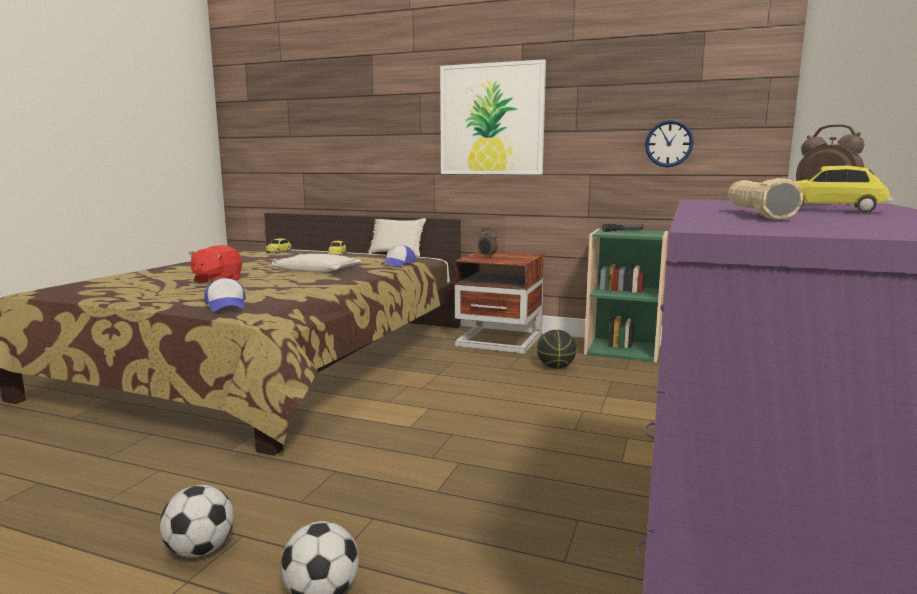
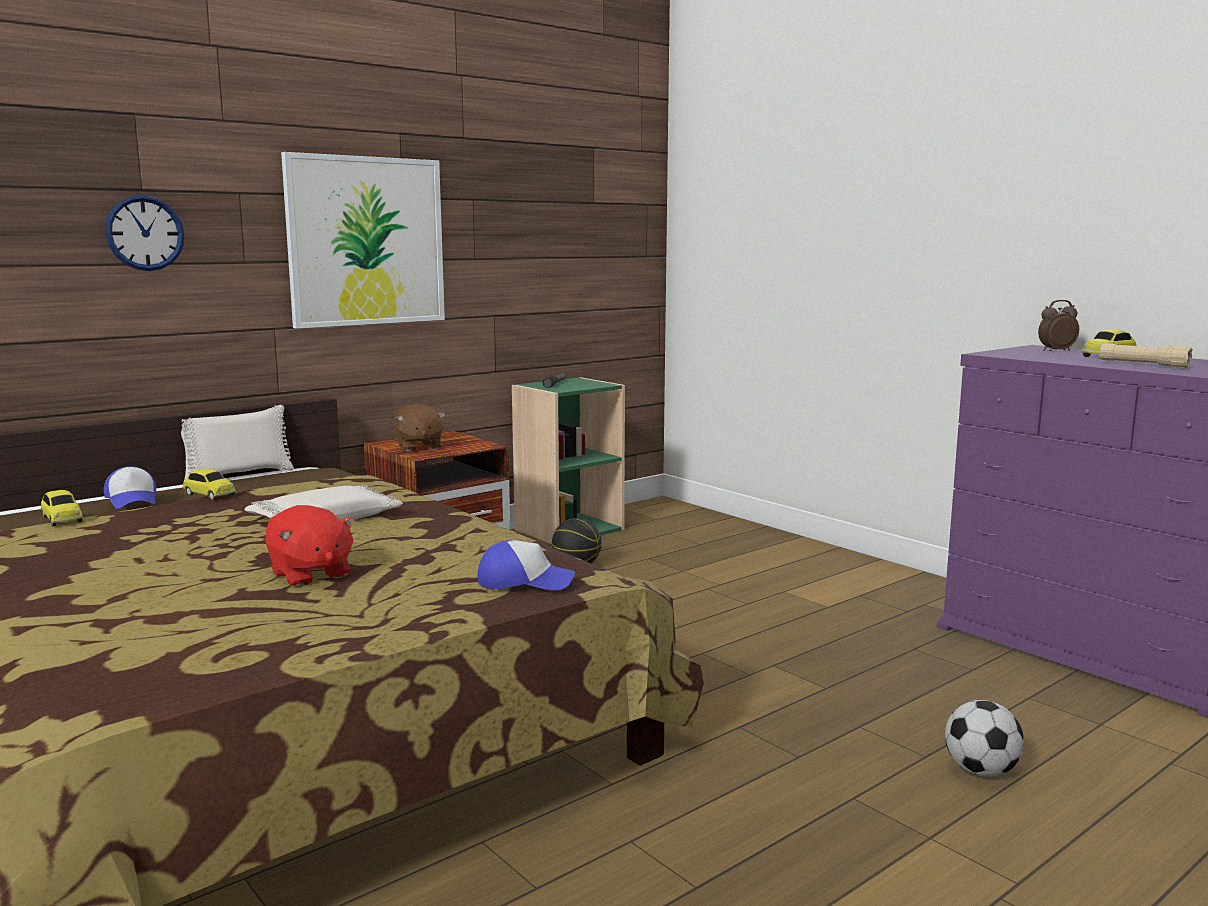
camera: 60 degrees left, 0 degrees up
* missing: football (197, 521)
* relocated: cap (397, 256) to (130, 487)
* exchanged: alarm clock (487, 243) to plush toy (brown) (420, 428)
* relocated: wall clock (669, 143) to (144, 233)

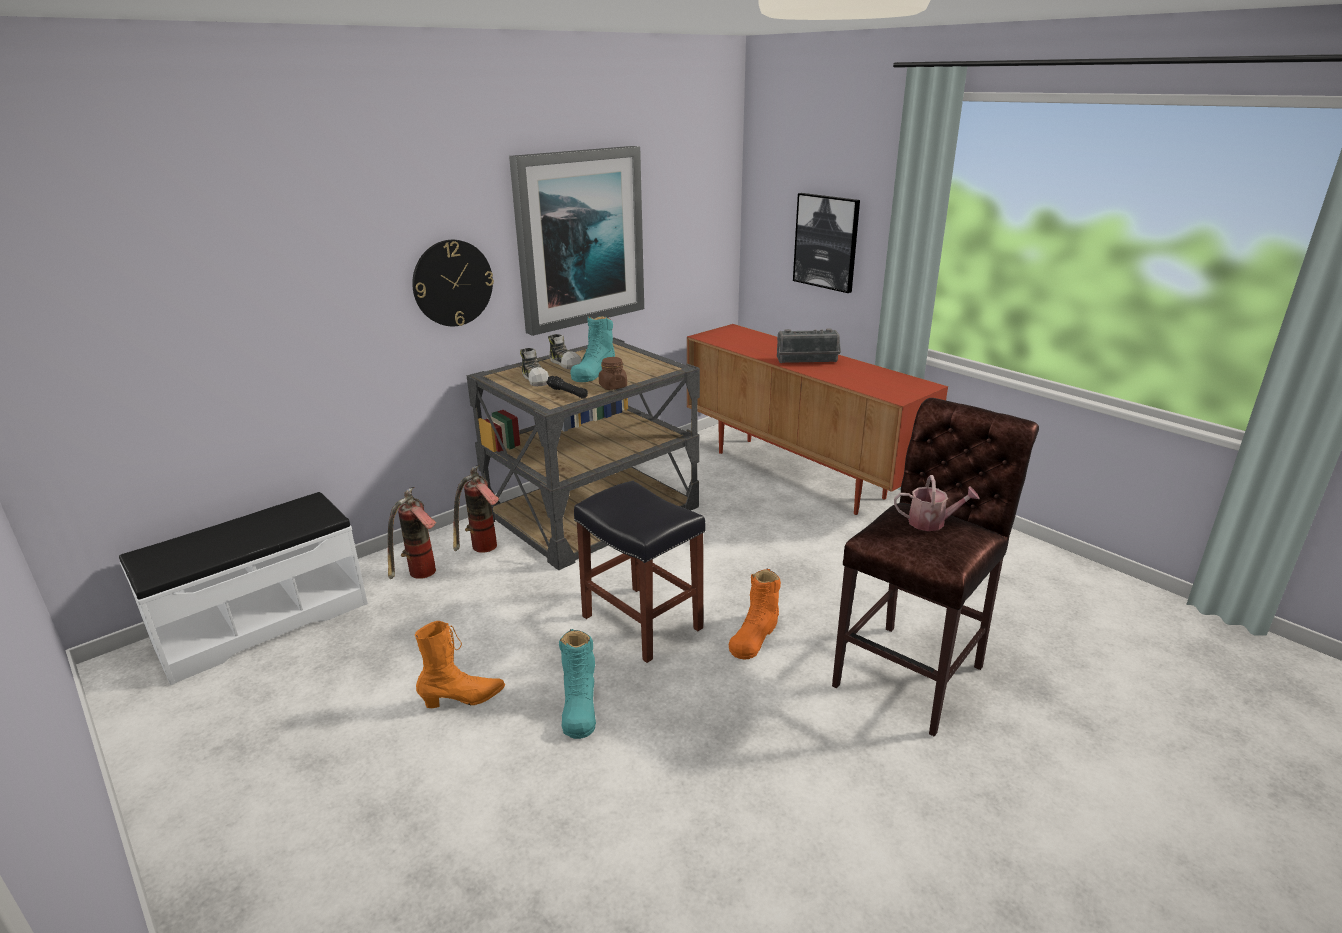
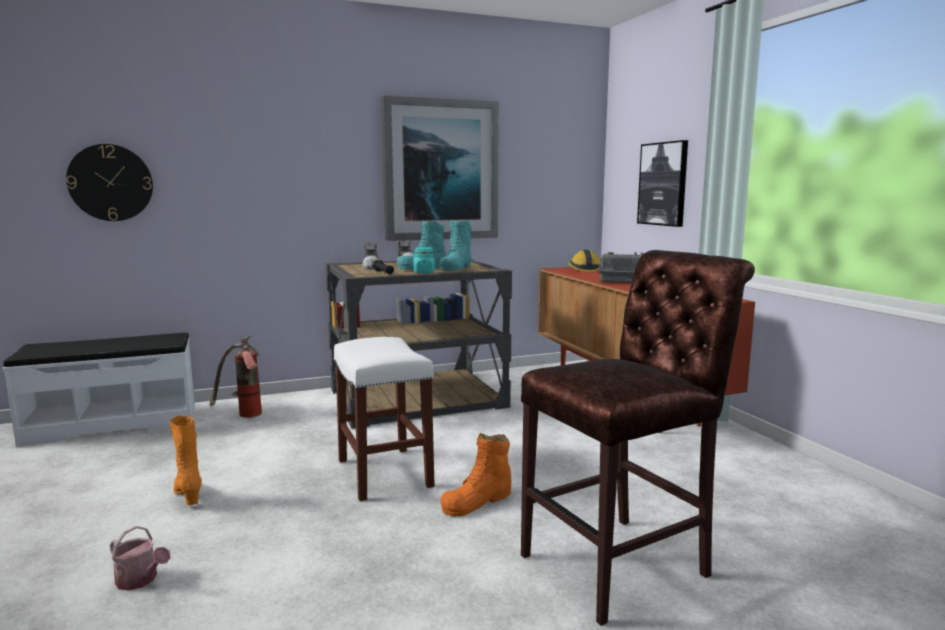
camera: 20 degrees right, 15 degrees down
* relocated: wall clock (453, 283) to (109, 182)
* spun: boot (orange) (460, 664) = (186, 460) 120 degrees counterclockwise
* missing: fire extinguisher (476, 509)
* relocated: boot (turquoise) (577, 684) to (455, 245)
* colour: stool (black) (639, 572) to stool (white) (384, 419)
* colour: jar (brown) (613, 373) to jar (turquoise) (424, 260)
* relocated: watering can (937, 503) to (140, 558)
* appeared: hard hat (584, 261)

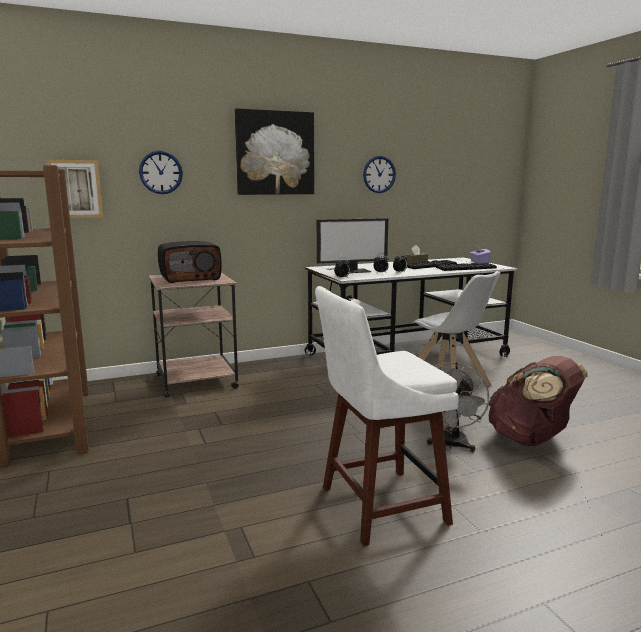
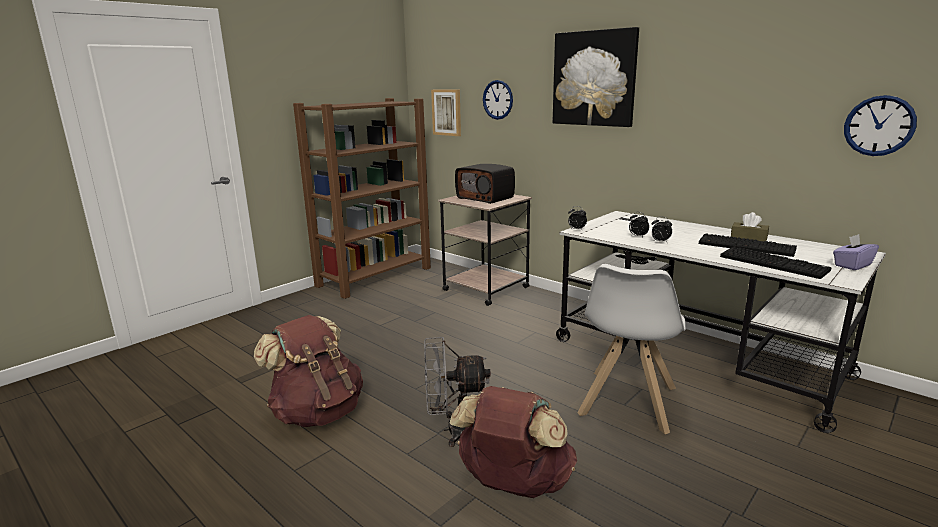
camera: 65 degrees right, 5 degrees up
* exchanged: chair (white) (386, 416) to backpack (brown) (308, 371)
* missing: monitor (352, 245)
* relocated: wall clock (379, 174) to (880, 125)

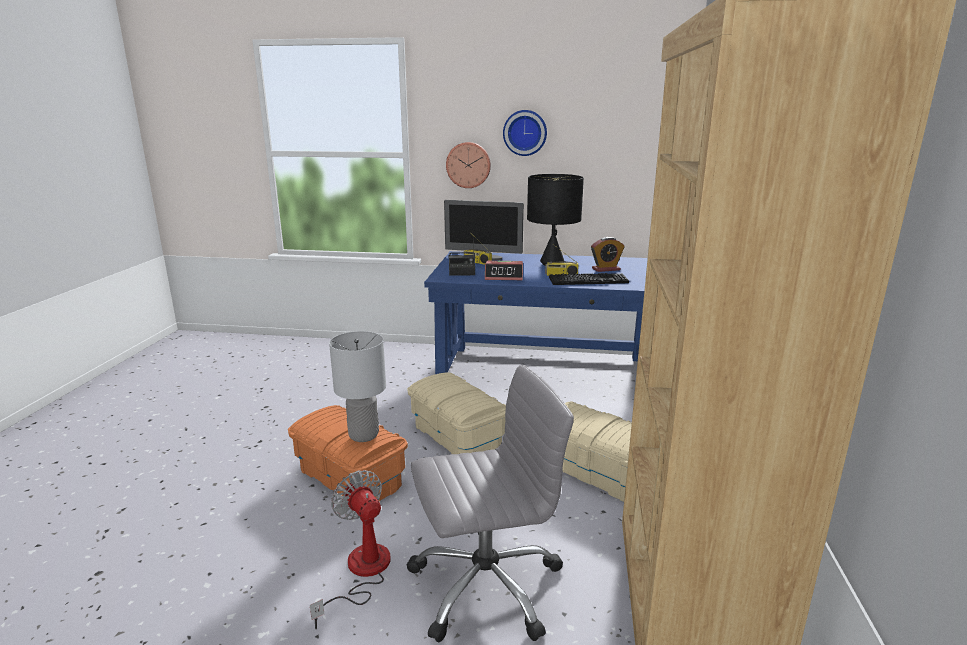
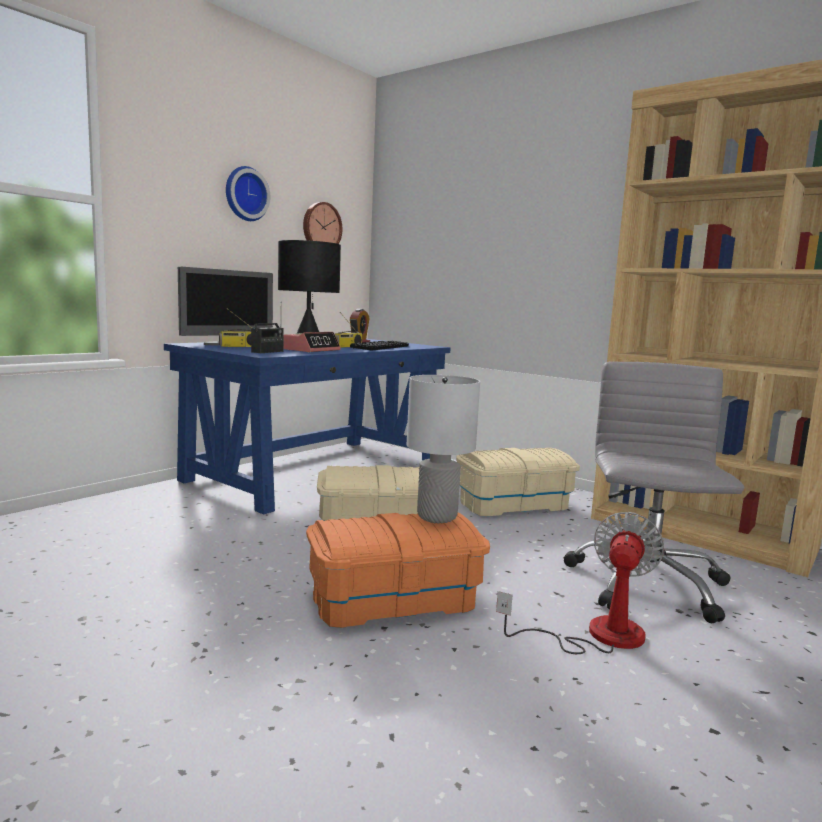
camera: 60 degrees left, 10 degrees down
* spun: fan (350, 549) = (580, 583) 120 degrees clockwise
* relocated: wall clock (468, 165) to (322, 223)

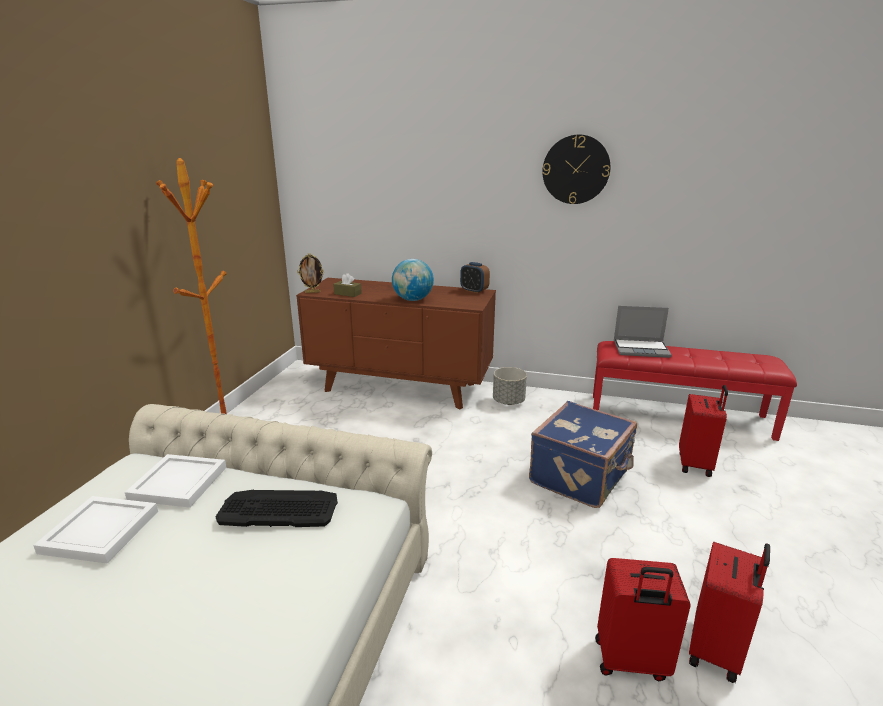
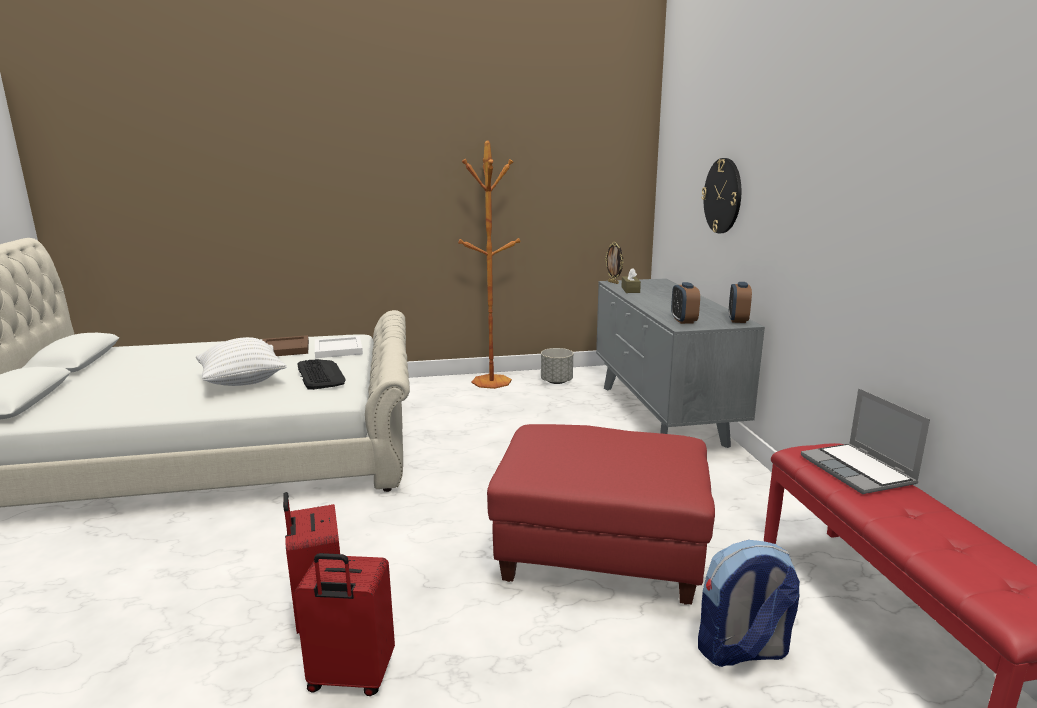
camera: 65 degrees right, 5 degrees down
* colour: tray (white) (95, 529) to tray (brown) (285, 345)
* colour: dresser (brown) (396, 343) to dresser (grey) (680, 363)
* missing: globe (413, 280)
* relocated: planter (grey) (510, 386) to (557, 366)
* exchanged: suitcase (blue) (583, 454) to ottoman (red) (601, 514)
* relocated: wall clock (576, 169) to (721, 195)
* exchanged: suitcase (red) (703, 431) to backpack (749, 603)
* appeared: pillow (white) (241, 361)
* appeared: alarm clock (685, 303)

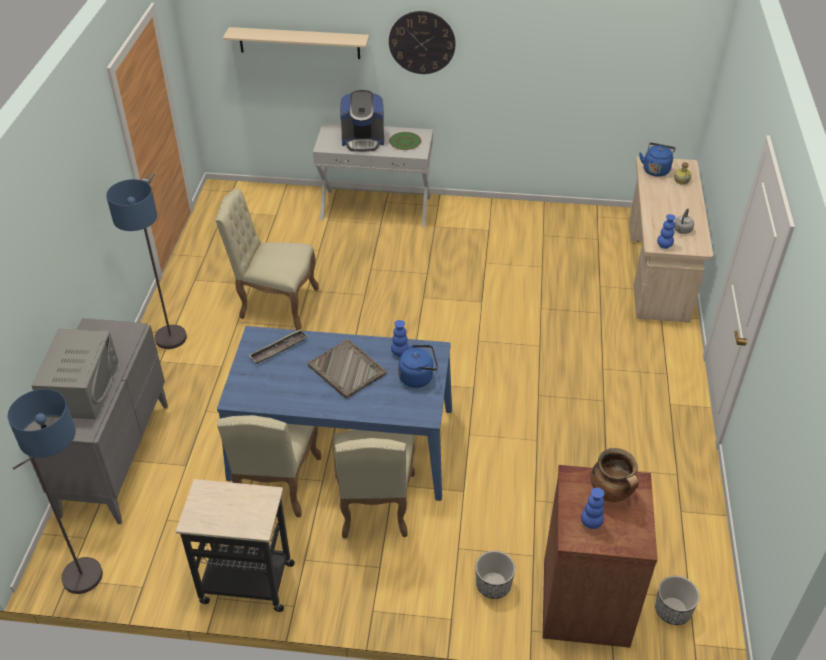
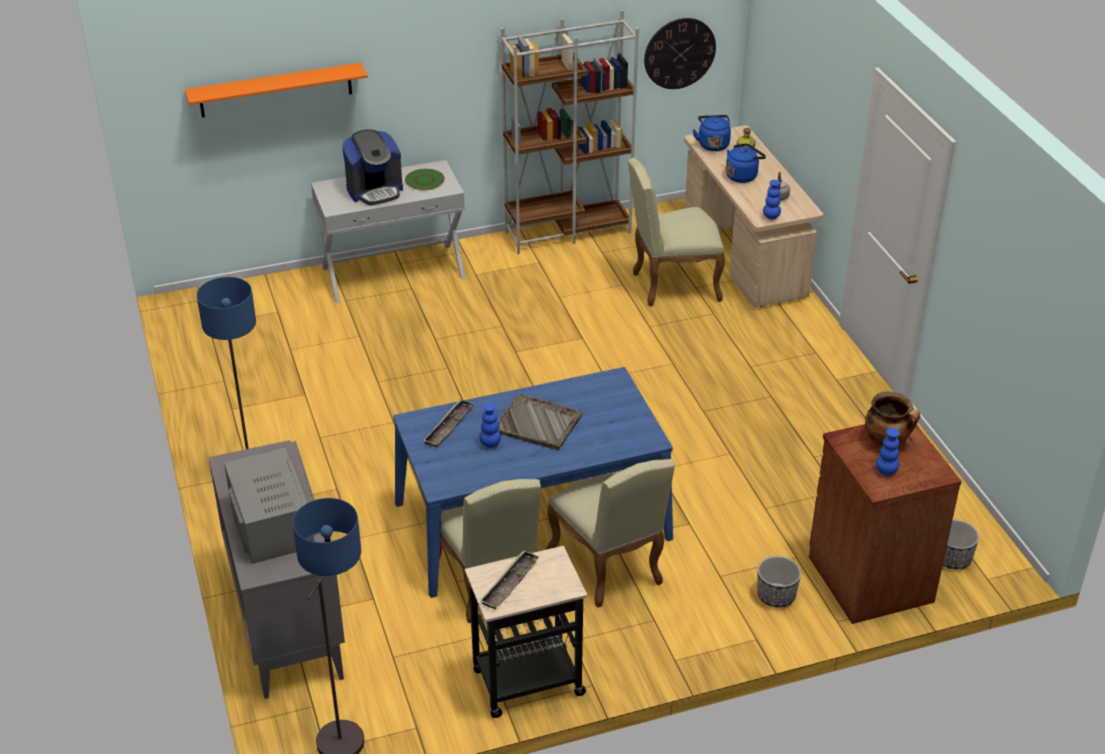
camera: 25 degrees left, 5 degrees down
* relocated: chair (beige) (267, 259) to (676, 232)
* colour: shelf (beige) (296, 43) to shelf (orange) (276, 90)
* relocated: wall clock (422, 42) to (680, 53)
* relocated: vase (blue) (400, 338) to (490, 425)
* relocated: kettle (blue) (418, 366) to (746, 163)
* appeared: tray (510, 579)
* appeared: bookcase (brown) (570, 132)

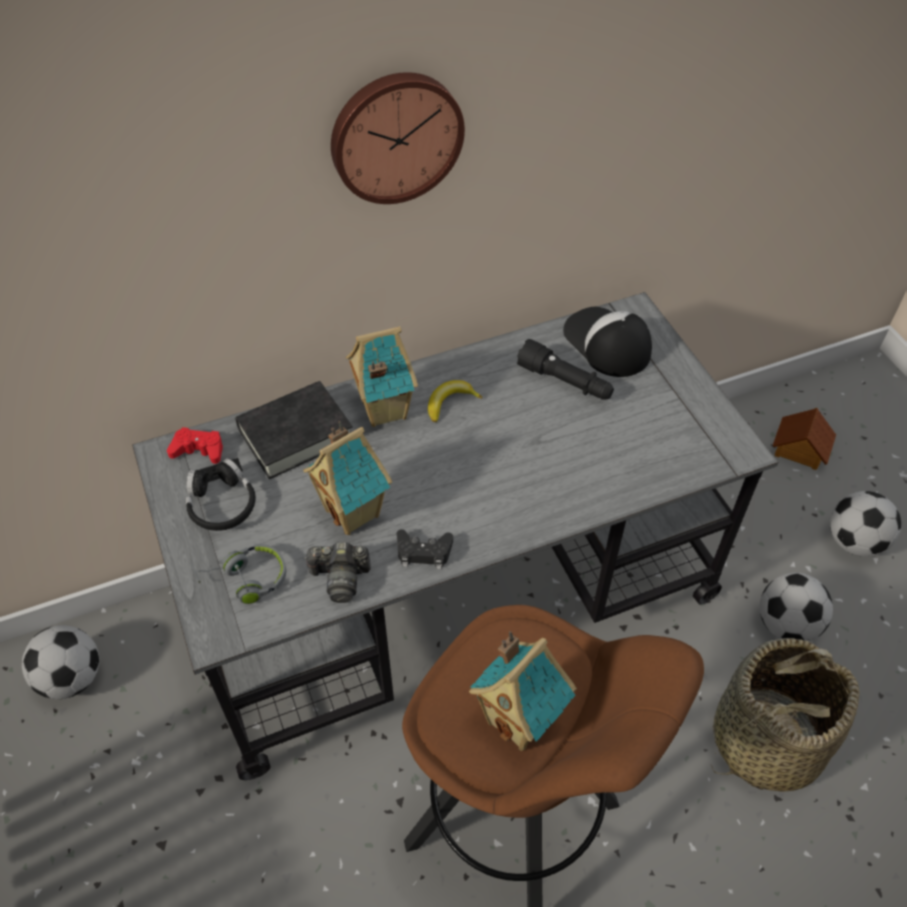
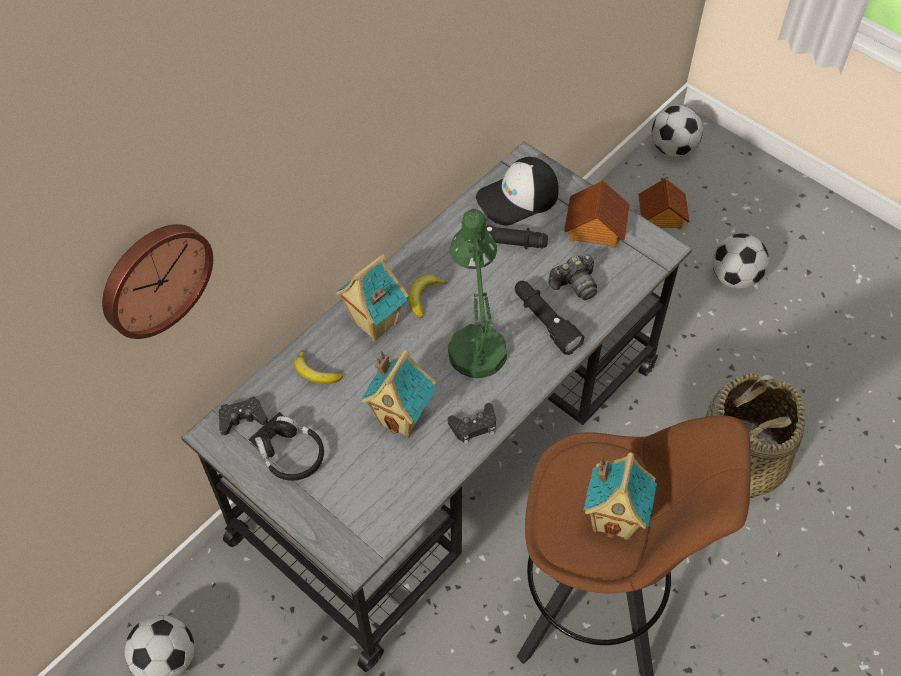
camera: 25 degrees left, 5 degrees up
* colour: game controller (red) (195, 445) to game controller (black) (243, 416)
* missing: headphones (grey) (238, 574)
* exchanged: book (black) (294, 430) to banana (318, 367)
* relocated: photo camera (337, 572) to (572, 277)
* relocated: wall clock (398, 138) to (157, 281)
* spun: cap (607, 342) = (517, 191) 60 degrees counterclockwise
* relocated: football (796, 607) to (677, 131)
* appeared: table lamp (green) (477, 293)
* appeared: flashlight (black) (550, 318)
* appeared: toy house (597, 214)

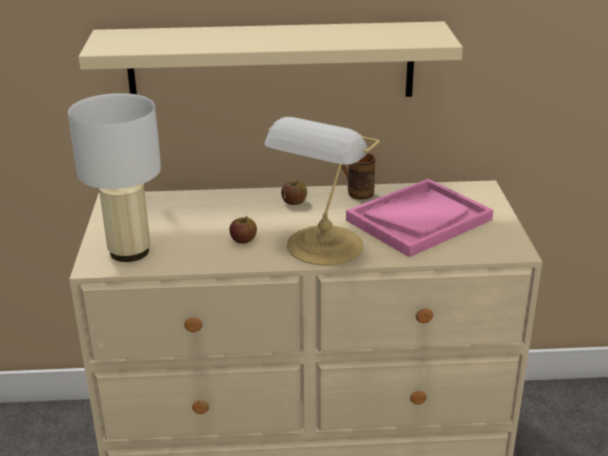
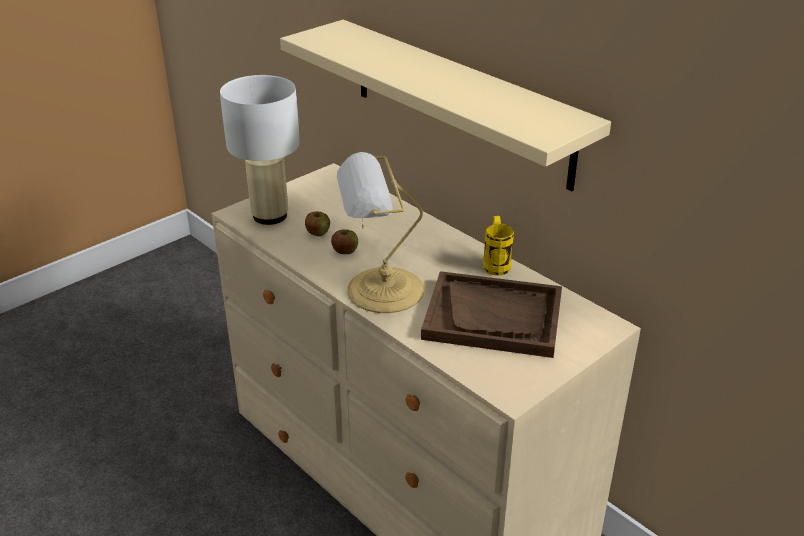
camera: 50 degrees right, 5 degrees up
* relocated: apple (294, 193) to (317, 223)
* colour: mug (brown) (358, 176) to mug (yellow) (498, 246)
* colour: tray (pink) (419, 218) to tray (brown) (491, 314)

